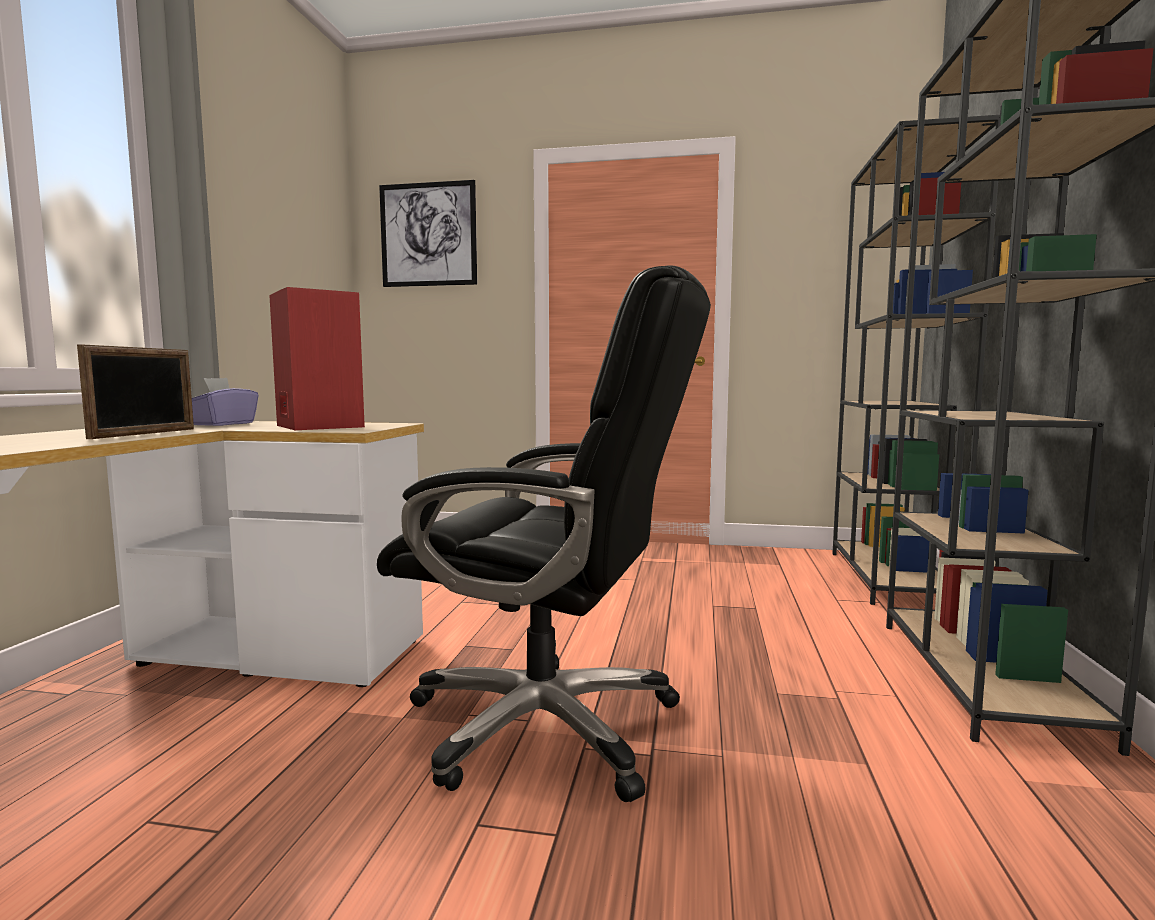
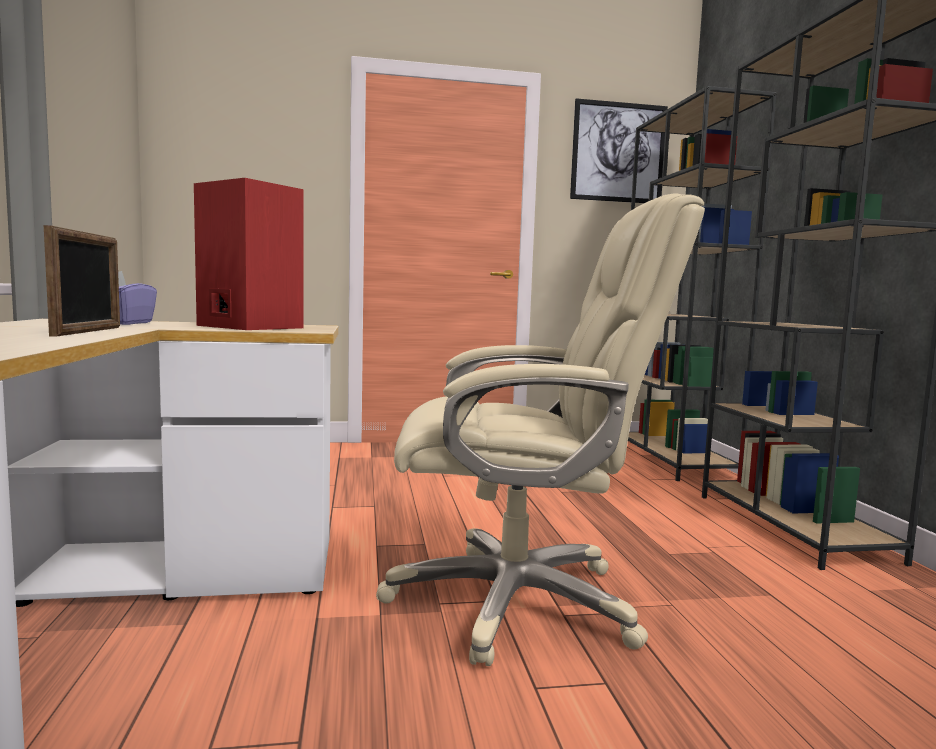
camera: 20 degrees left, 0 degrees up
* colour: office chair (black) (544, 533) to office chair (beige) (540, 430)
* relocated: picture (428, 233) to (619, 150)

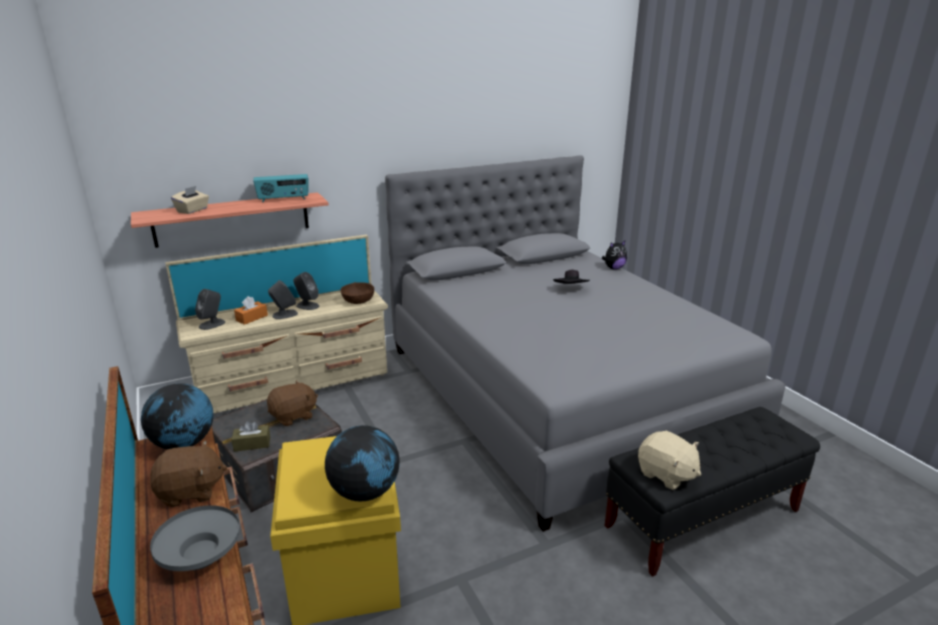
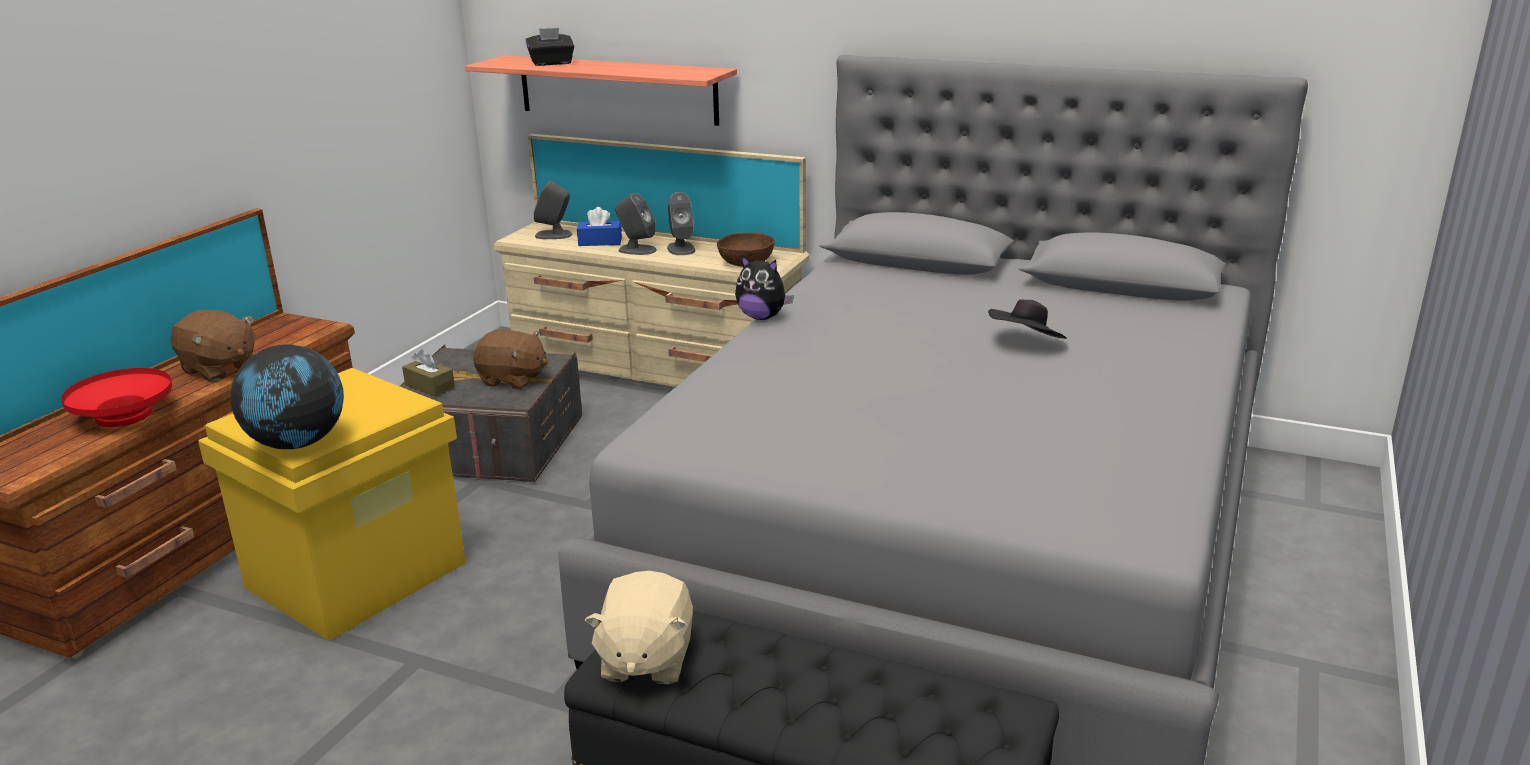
camera: 50 degrees right, 0 degrees up
* missing: globe (177, 416)
* colour: bowl (grey) (195, 538) to bowl (red) (116, 397)
* colour: tissue box (beige) (190, 200) to tissue box (black) (550, 47)
* colour: tissue box (orange) (251, 310) to tissue box (blue) (599, 226)
* missing: radio (280, 188)
* relocated: plush toy (614, 255) to (764, 287)

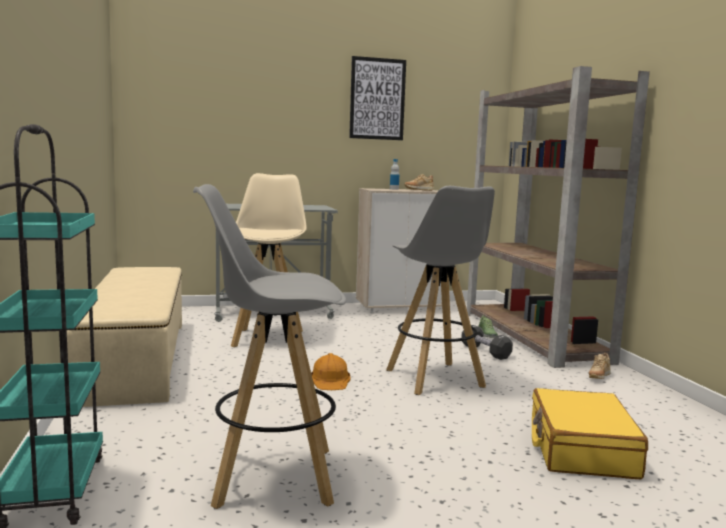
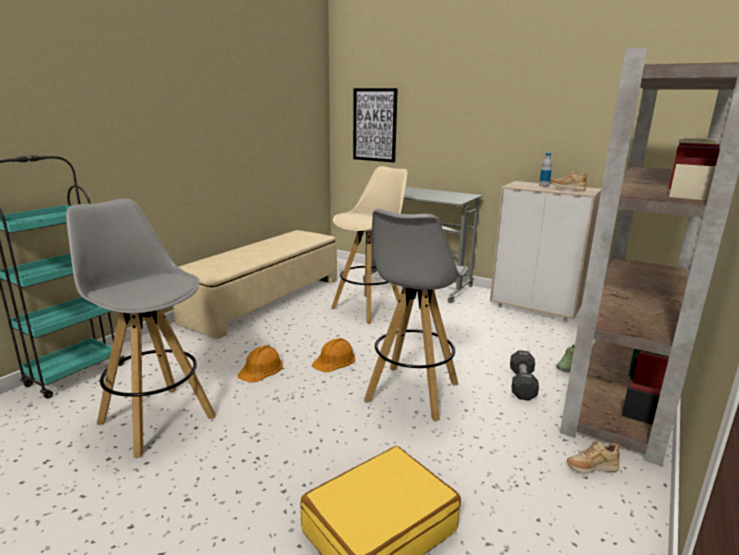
camera: 45 degrees right, 10 degrees up
* relocated: picture (377, 98) to (375, 125)
* appeared: hard hat (orange) (260, 364)

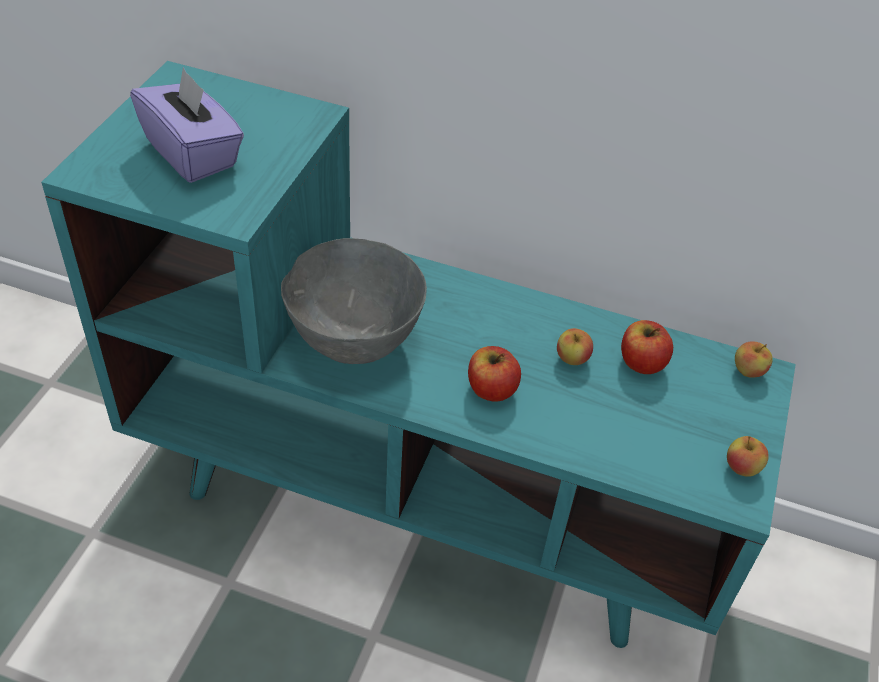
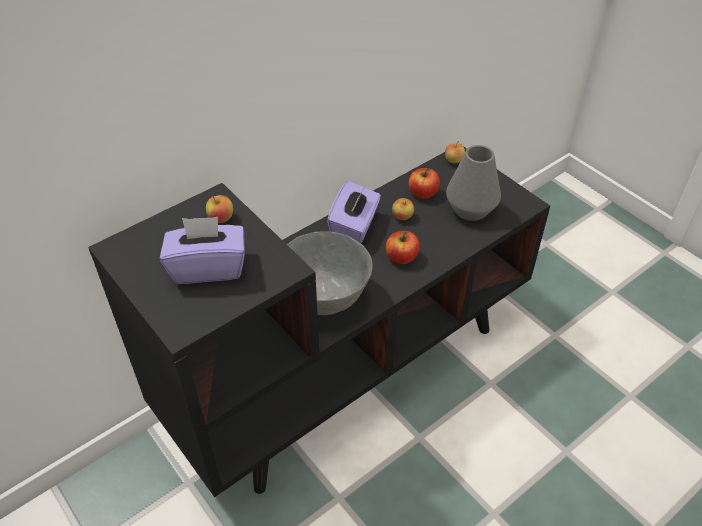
camera: 55 degrees left, 0 degrees up
* colour: tv stand (turquoise) (418, 354) to tv stand (black) (319, 321)
* relocated: apple (748, 456) to (219, 209)
* appeared: tissue box (purple) (354, 212)
* appeared: vase (grey) (473, 183)

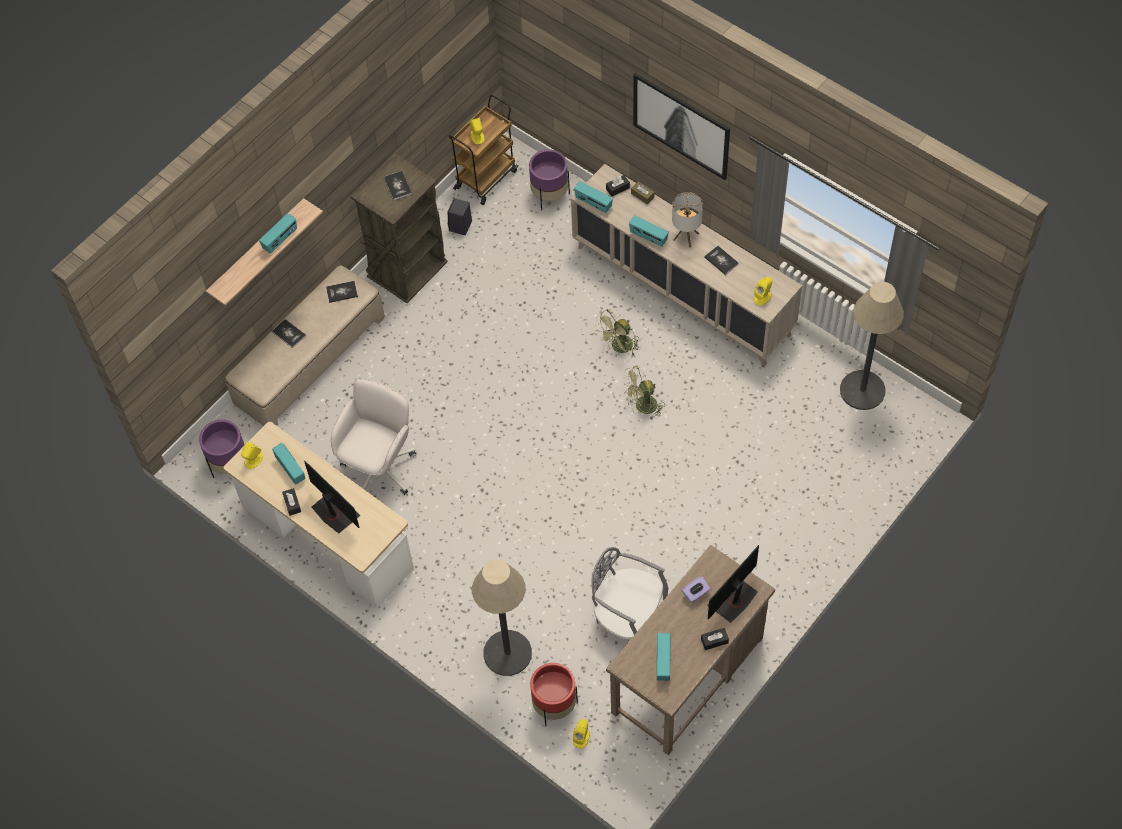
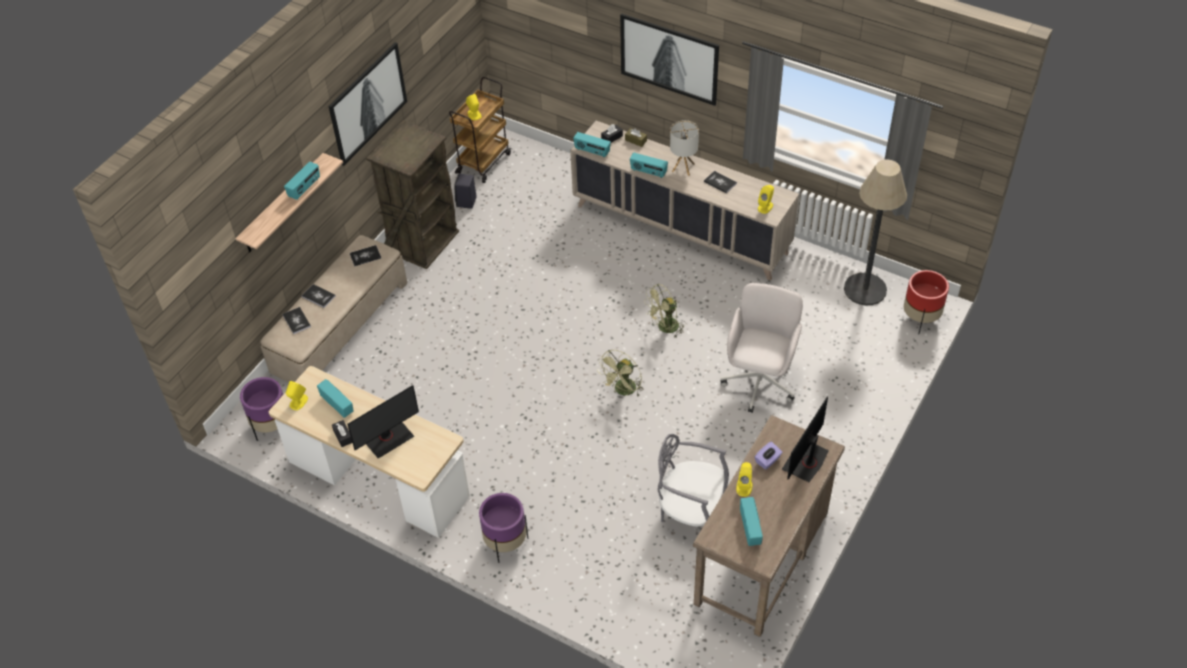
camera: 10 degrees left, 10 degrees down
* spun: monitor (332, 497) = (383, 421) 105 degrees clockwise
* relocated: office chair (white) (373, 436) to (762, 348)
* relocated: book (398, 185) to (297, 320)
* missing: floor lamp (502, 617)
* relocated: planter (purple) (549, 180) to (503, 528)
* relocated: planter (red) (554, 694) to (926, 301)
* relocated: speaker (yellow) (581, 734) to (744, 479)
* relocated: fan (green) (617, 332) to (620, 373)
* missing: tissue box (black) (715, 639)
* appeared: picture (367, 104)

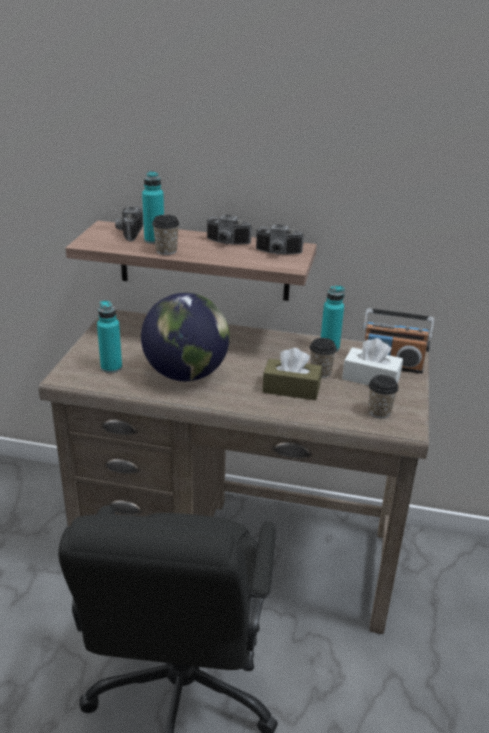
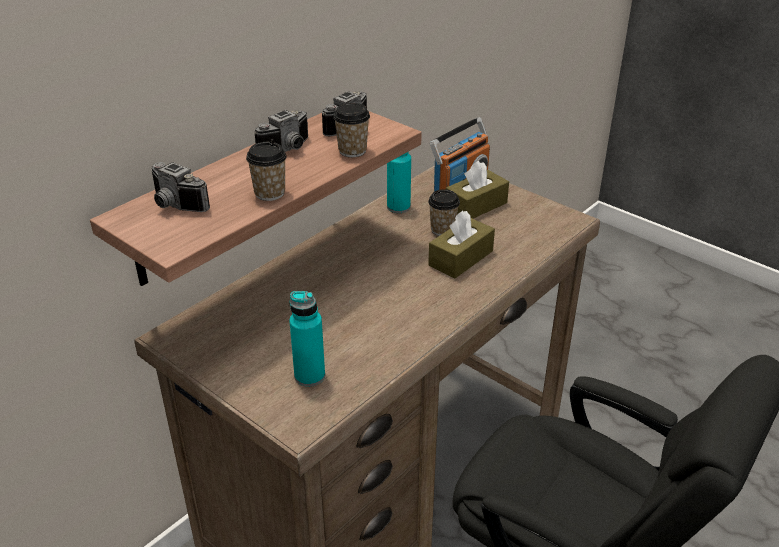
camera: 60 degrees left, 5 degrees up
* missing: globe (185, 336)
* missing: bottle (turquoise) (153, 207)
* colour: tissue box (white) (372, 361) to tissue box (brown) (477, 190)
* relocated: cup (383, 396) to (351, 130)

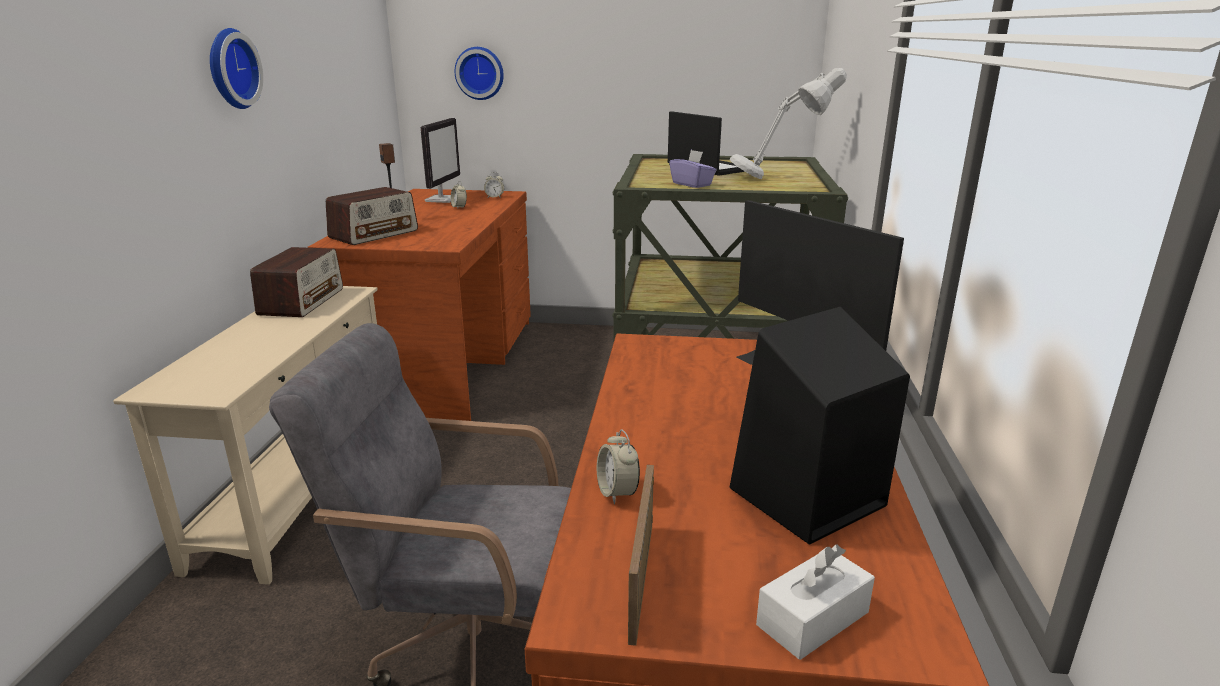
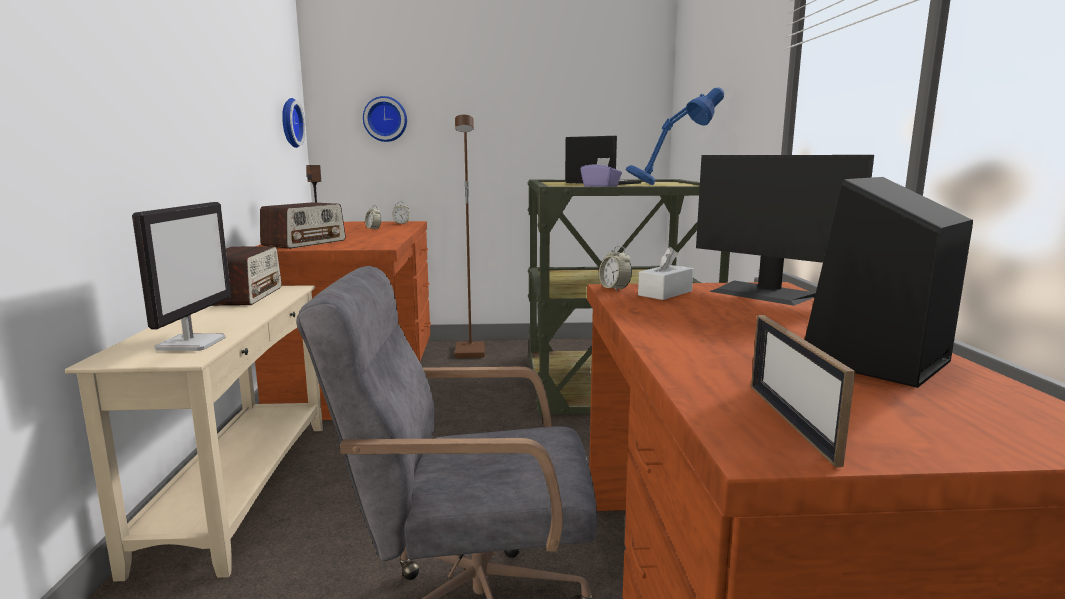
camera: 10 degrees left, 10 degrees down
* relocated: wall clock (236, 68) to (293, 123)
* relocated: monitor (440, 160) to (181, 276)
* relocated: alarm clock (618, 466) to (615, 268)
* colour: table lamp (grey) (788, 123) to table lamp (blue) (675, 136)
* relocated: tissue box (white) (815, 602) to (665, 273)
* appeared: floor lamp (brown) (470, 236)

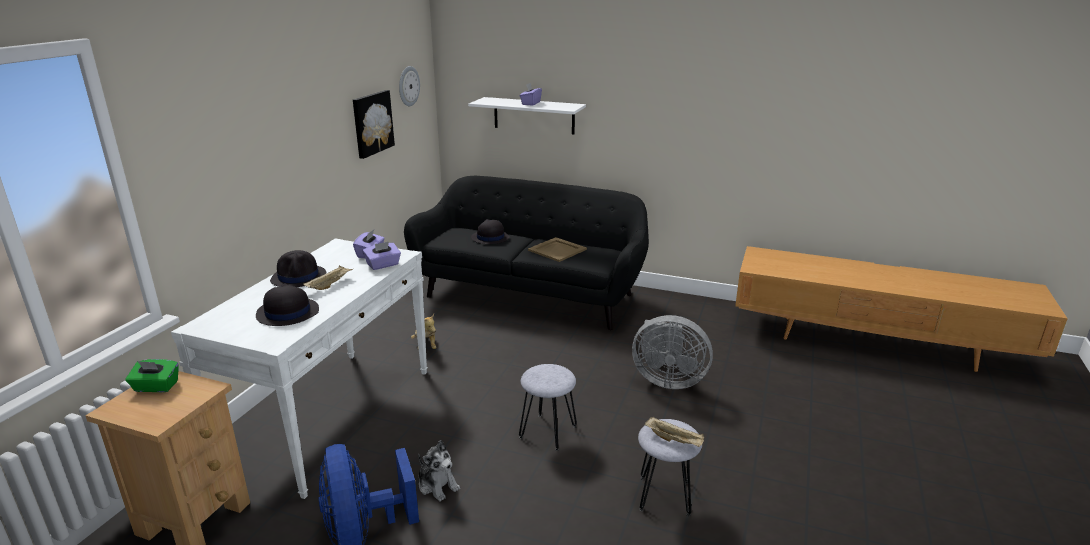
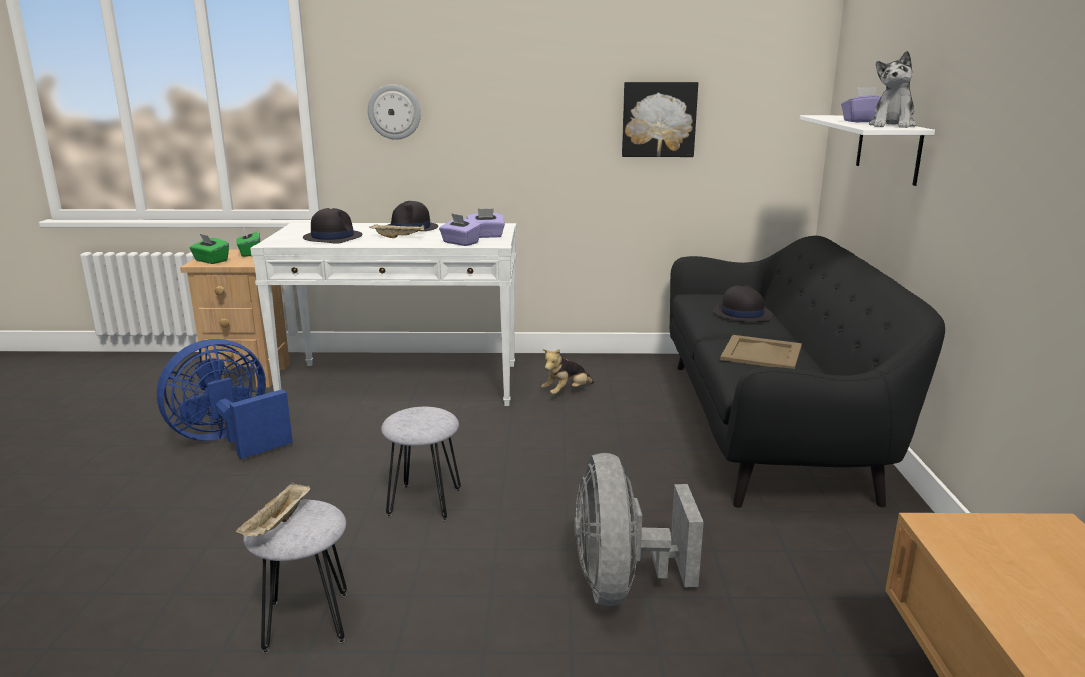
camera: 70 degrees right, 5 degrees down
* relocated: wall clock (409, 86) to (394, 112)
* relocated: plush toy (439, 471) to (893, 89)
* appeared: tissue box (green) (209, 249)

